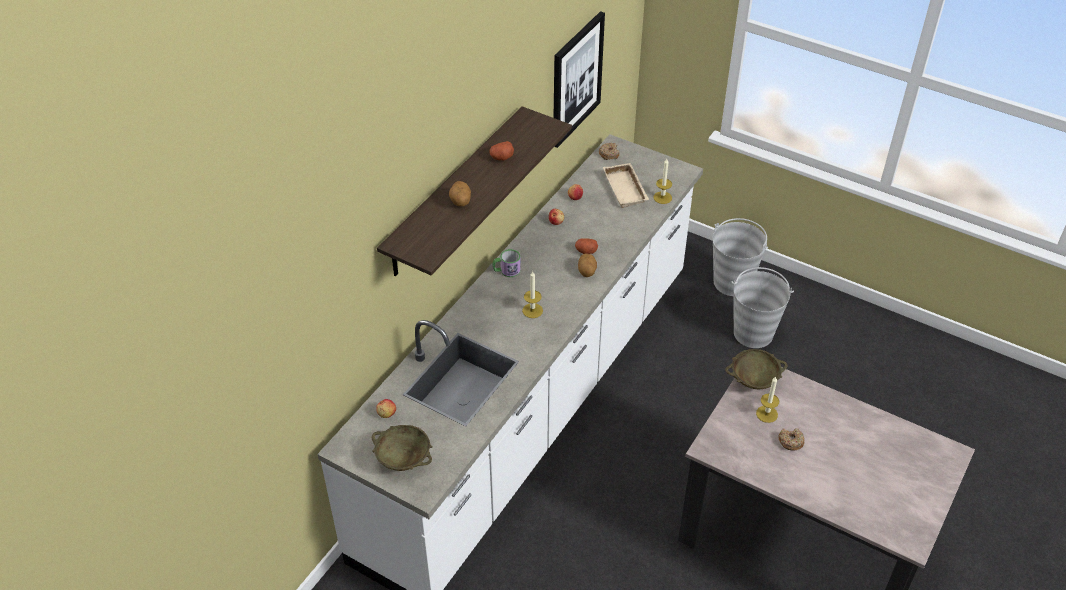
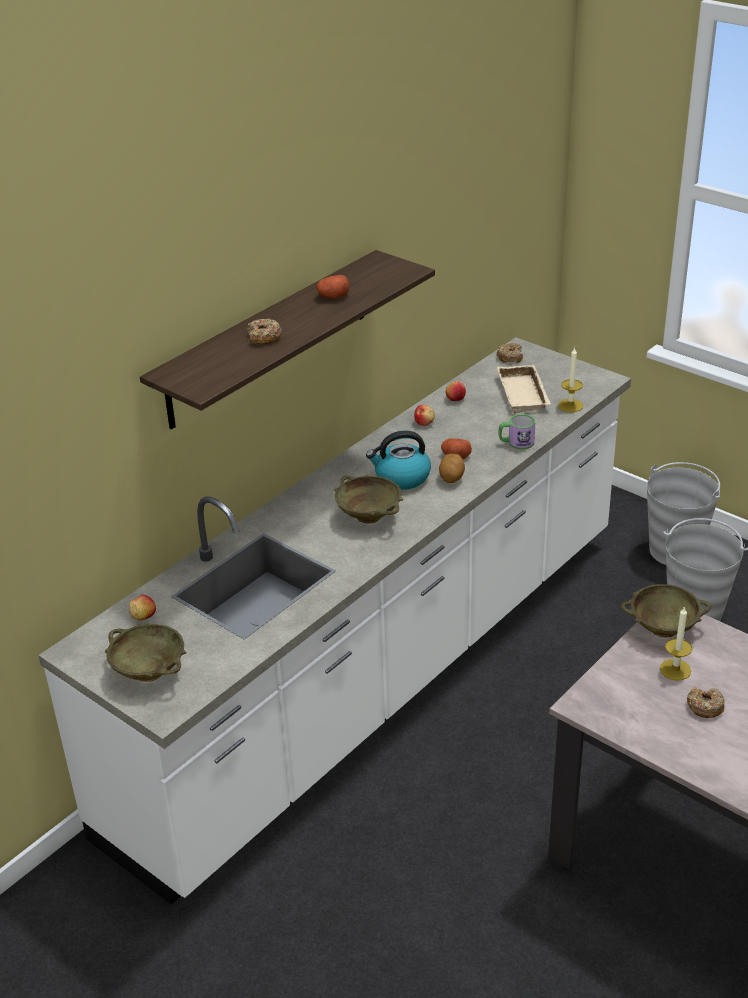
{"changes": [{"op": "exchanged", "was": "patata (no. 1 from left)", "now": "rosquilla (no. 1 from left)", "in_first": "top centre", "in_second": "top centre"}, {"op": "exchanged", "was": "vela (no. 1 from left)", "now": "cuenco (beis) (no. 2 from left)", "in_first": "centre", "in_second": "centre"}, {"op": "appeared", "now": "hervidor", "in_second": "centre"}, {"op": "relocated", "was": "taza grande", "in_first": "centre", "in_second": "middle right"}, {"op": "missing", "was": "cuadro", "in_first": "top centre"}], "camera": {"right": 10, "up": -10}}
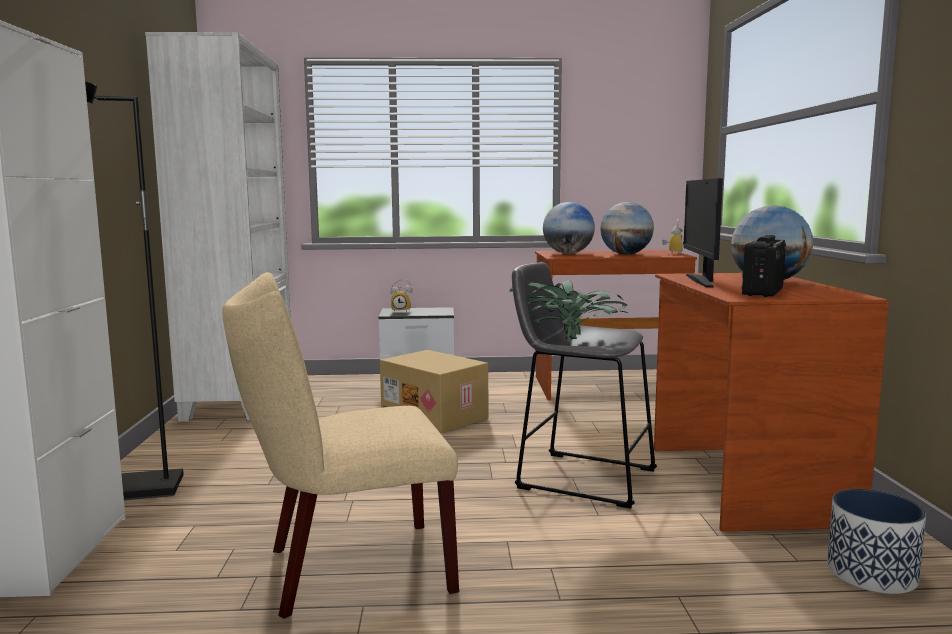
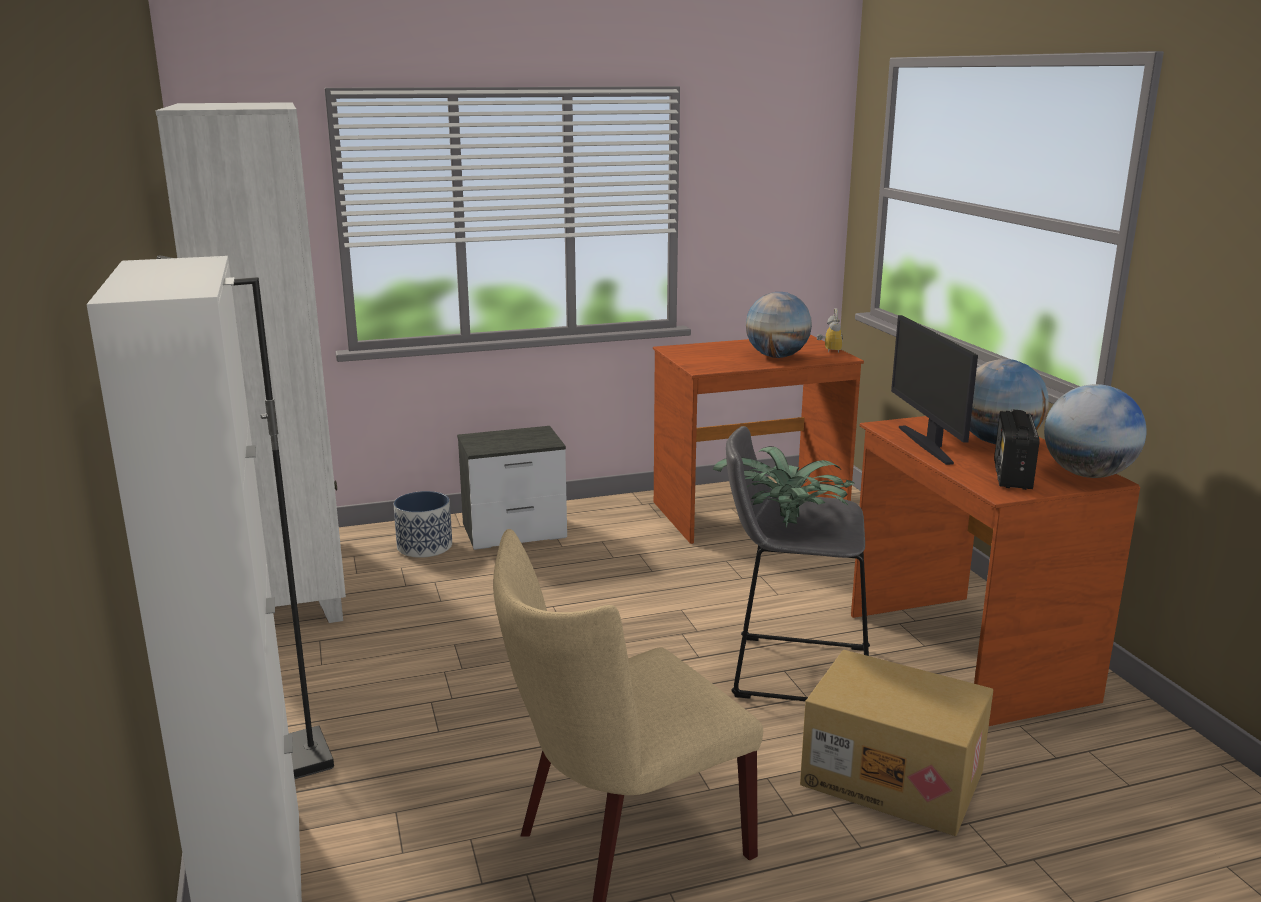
{"changes": [{"op": "relocated", "was": "maceta", "in_first": "bottom right", "in_second": "centre"}, {"op": "relocated", "was": "caja de cartón", "in_first": "centre", "in_second": "bottom right"}, {"op": "relocated", "was": "globo terráqueo (no. 1 from left in the first image)", "now": "globo terráqueo (no. 3 from left)", "in_first": "centre", "in_second": "middle right"}, {"op": "missing", "was": "despertador (no. 1 from left)", "in_first": "centre"}], "camera": {"right": -15, "up": 10}}
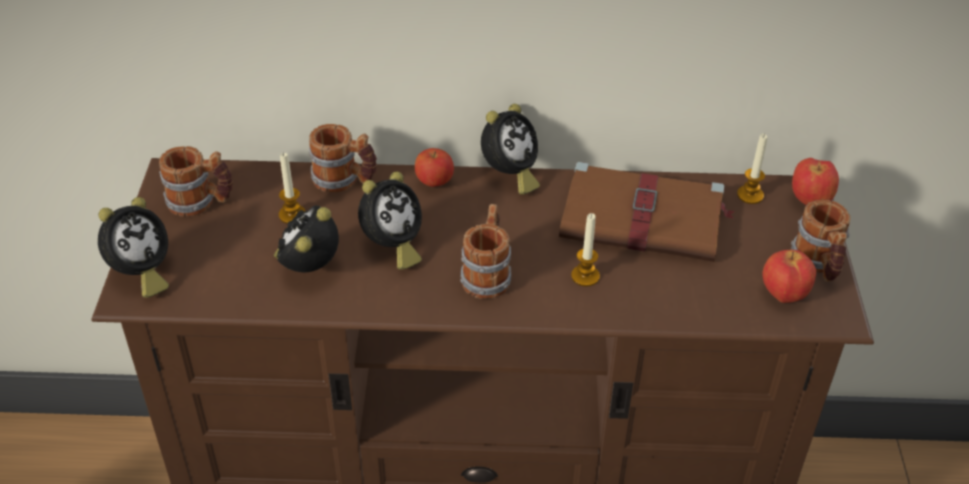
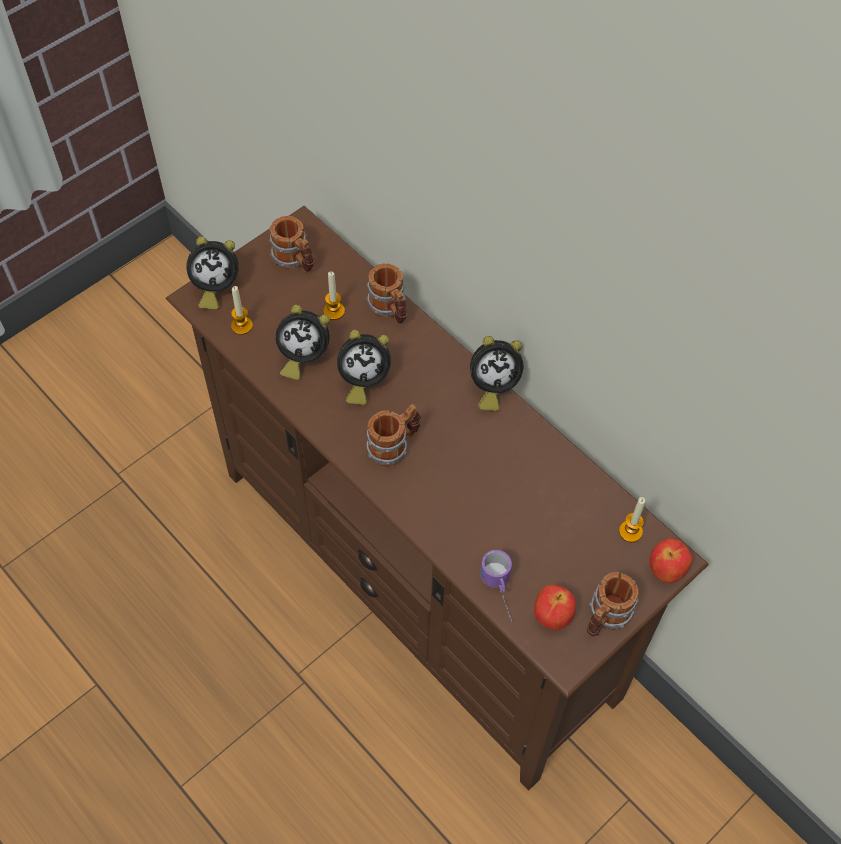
{"changes": [{"op": "relocated", "was": "vela (no. 2 from left in the first image)", "now": "vela (no. 1 from left)", "in_first": "centre", "in_second": "middle left"}, {"op": "spun", "was": "despertador (no. 2 from left)", "in_first": "middle left", "in_second": "centre", "clockwise": -150}, {"op": "appeared", "now": "taza grande (no. 4 from left)", "in_second": "bottom centre"}, {"op": "missing", "was": "manzana (no. 1 from left)", "in_first": "centre"}, {"op": "missing", "was": "libro (marrón)", "in_first": "middle right"}], "camera": {"right": 45, "up": 15}}
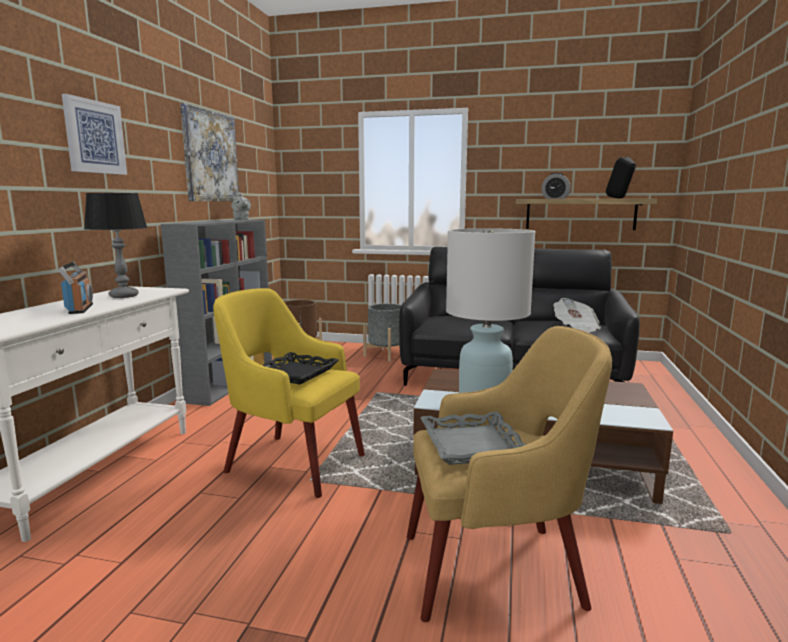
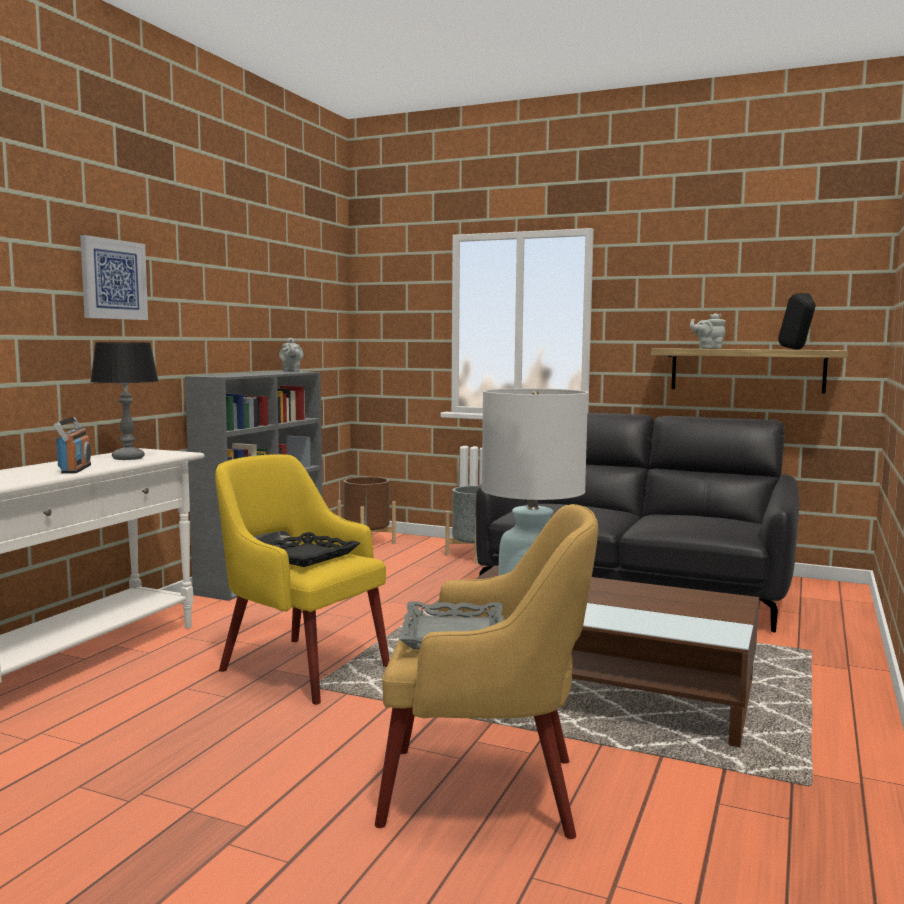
{"changes": [{"op": "exchanged", "was": "despertador", "now": "tetera (gris) (no. 2 from left)", "in_first": "top right", "in_second": "middle right"}, {"op": "missing", "was": "cuadro (no. 2 from left)", "in_first": "top left"}, {"op": "missing", "was": "periódico", "in_first": "middle right"}], "camera": {"right": 10, "up": -5}}
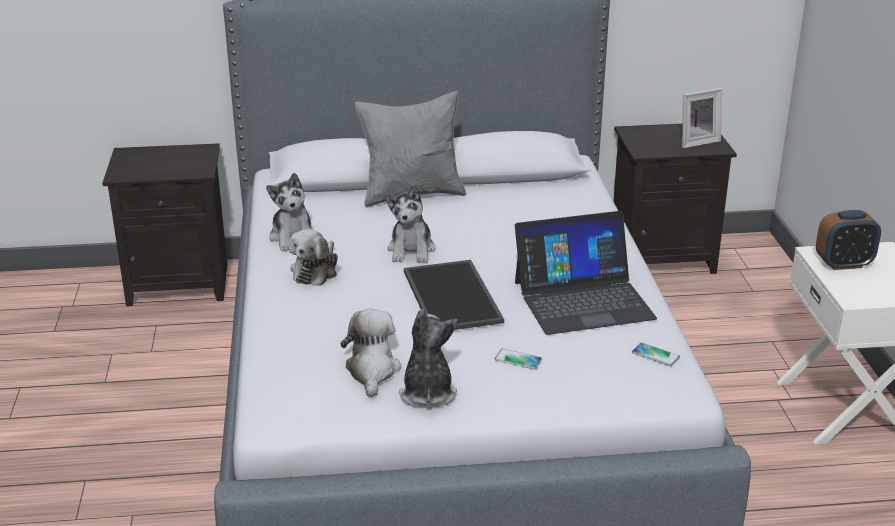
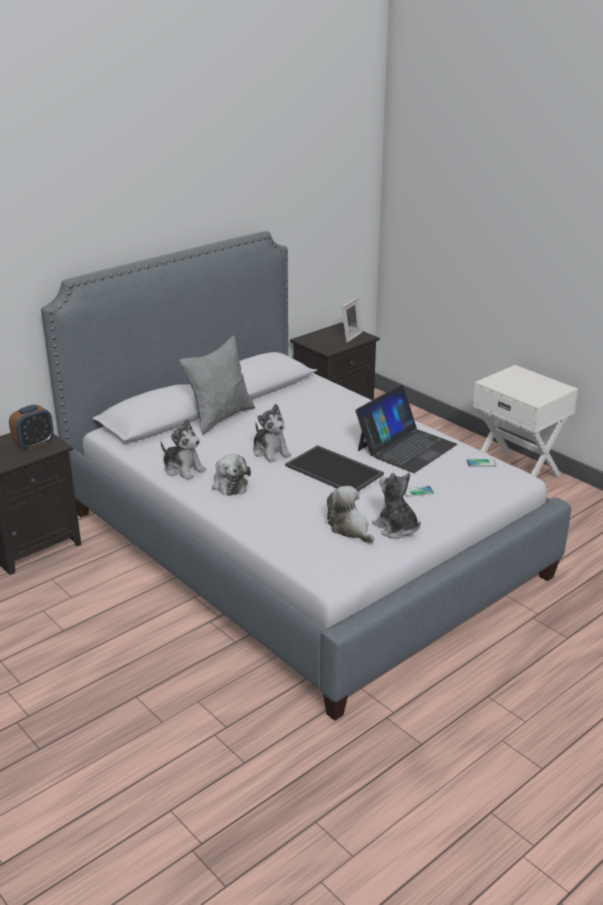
{"changes": [{"op": "relocated", "was": "despertador", "in_first": "middle right", "in_second": "middle left"}], "camera": {"right": -35, "up": 0}}
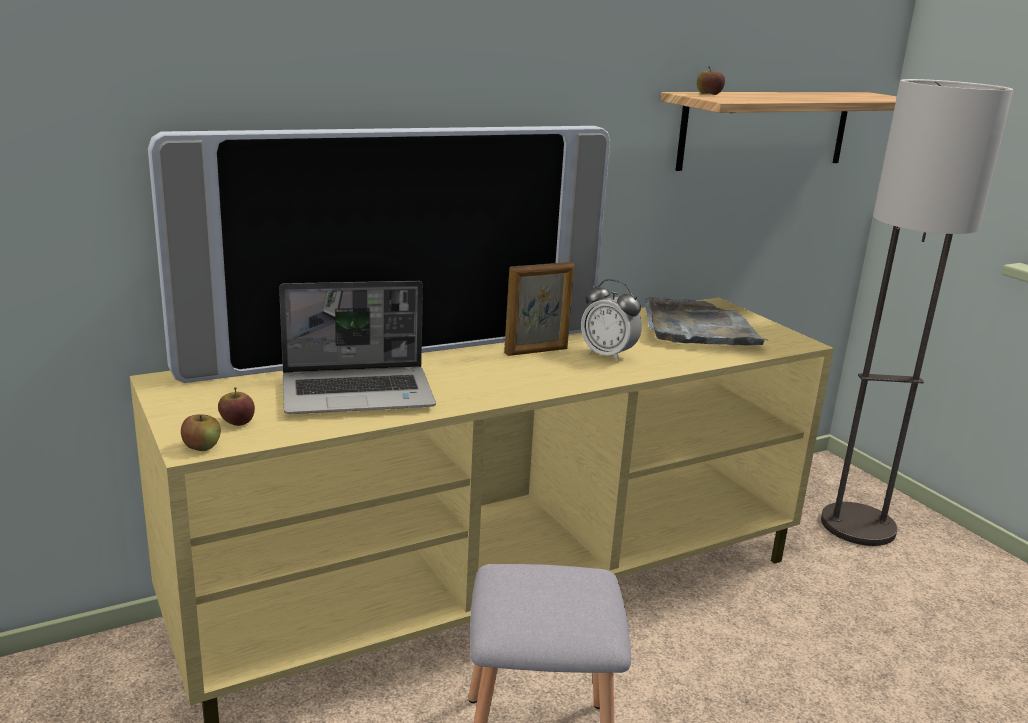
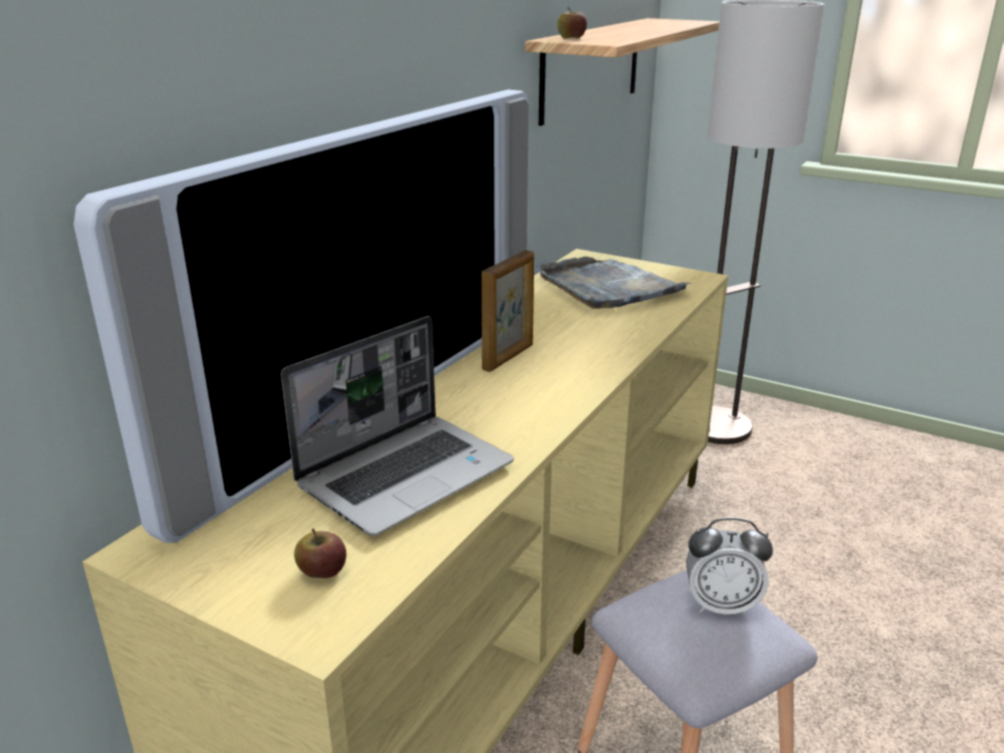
{"changes": [{"op": "relocated", "was": "despertador", "in_first": "centre", "in_second": "bottom right"}, {"op": "missing", "was": "manzana (no. 1 from left)", "in_first": "middle left"}], "camera": {"right": -30, "up": 5}}
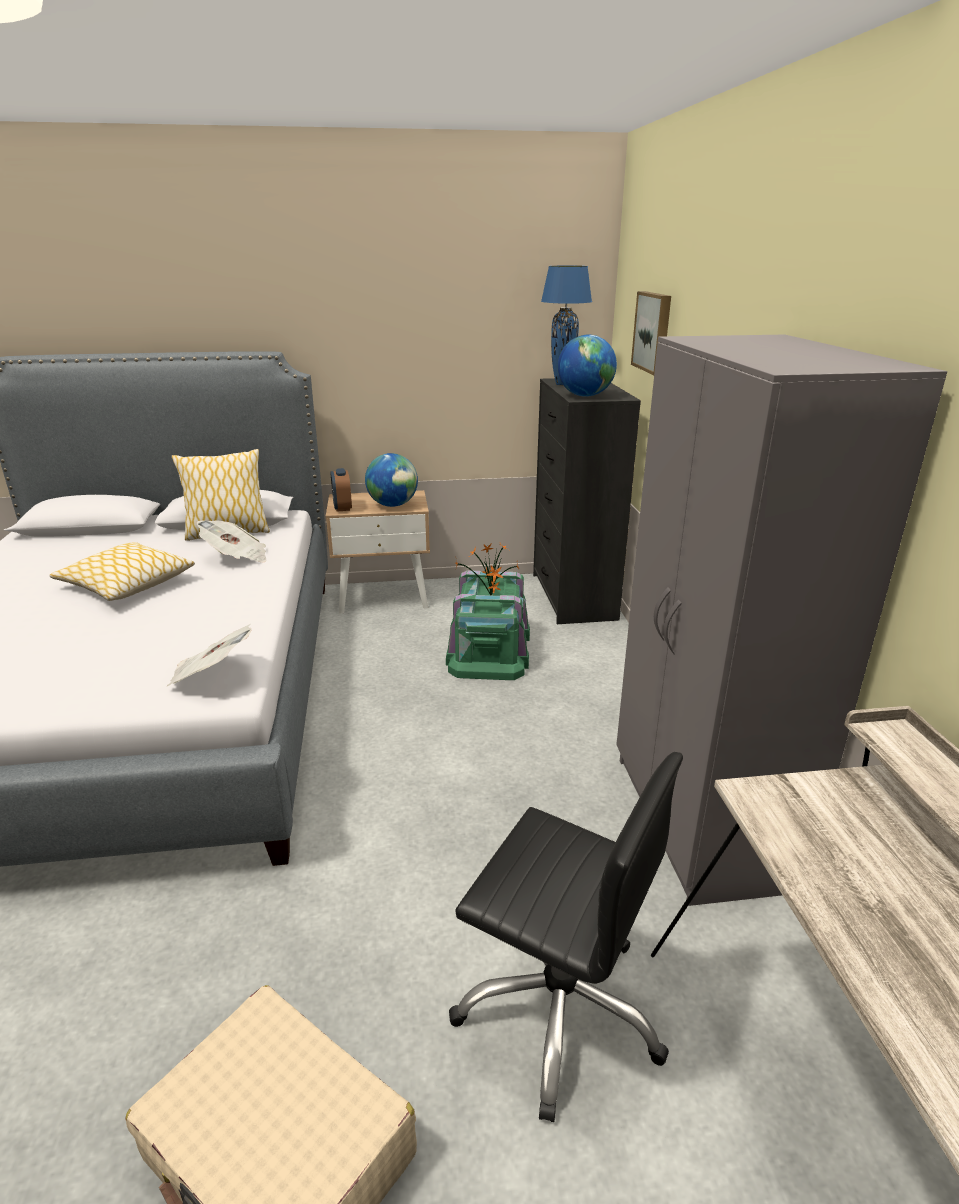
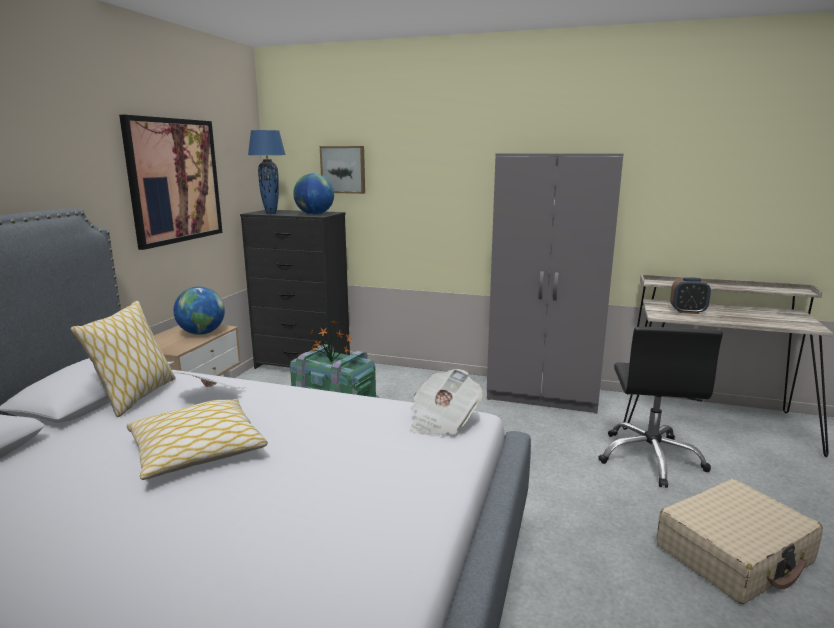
{"changes": [{"op": "appeared", "now": "cuadro (no. 1 from left)", "in_second": "top left"}, {"op": "spun", "was": "silla de oficina (negro)", "in_first": "bottom centre", "in_second": "middle right", "clockwise": 135}, {"op": "relocated", "was": "despertador", "in_first": "centre", "in_second": "middle right"}], "camera": {"right": -65, "up": -10}}
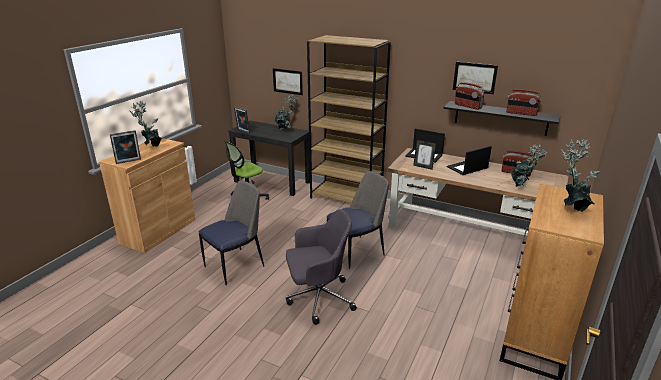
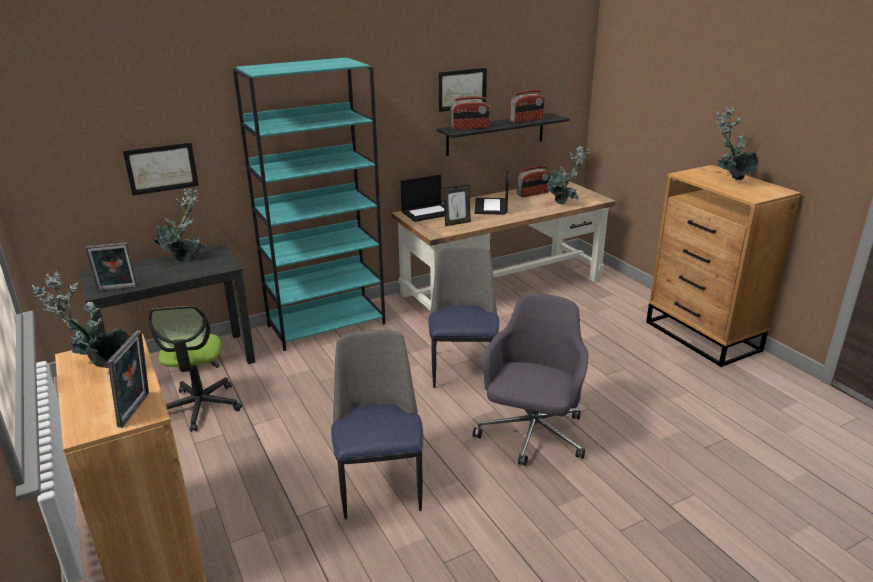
{"changes": [{"op": "colour", "was": "estantería (marrón)", "now": "estantería (turquesa)", "in_first": "top centre", "in_second": "centre"}], "camera": {"right": -55, "up": 0}}
